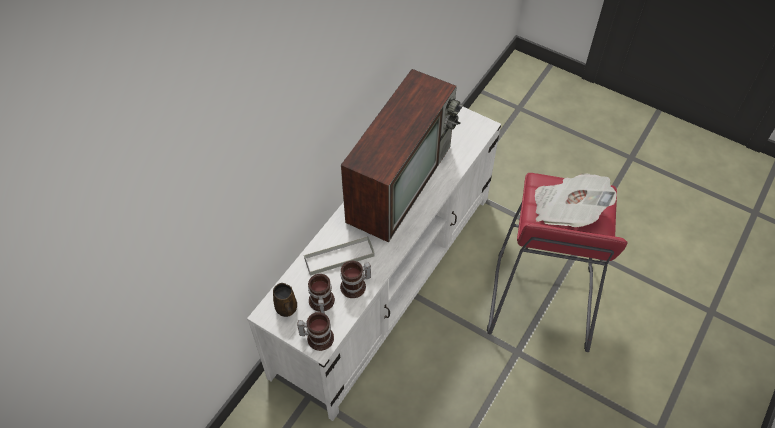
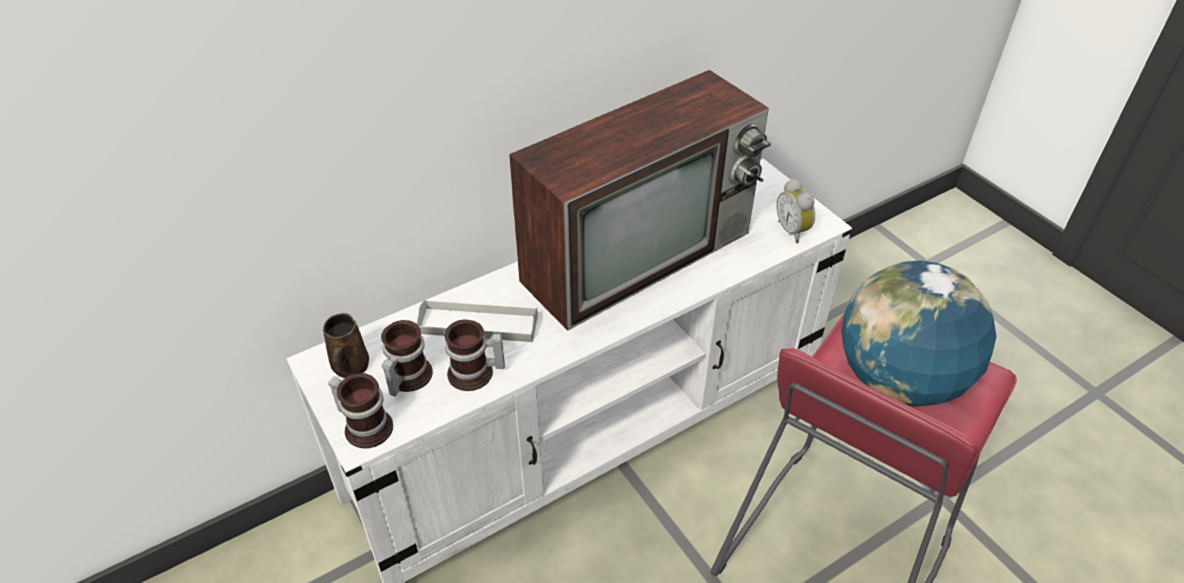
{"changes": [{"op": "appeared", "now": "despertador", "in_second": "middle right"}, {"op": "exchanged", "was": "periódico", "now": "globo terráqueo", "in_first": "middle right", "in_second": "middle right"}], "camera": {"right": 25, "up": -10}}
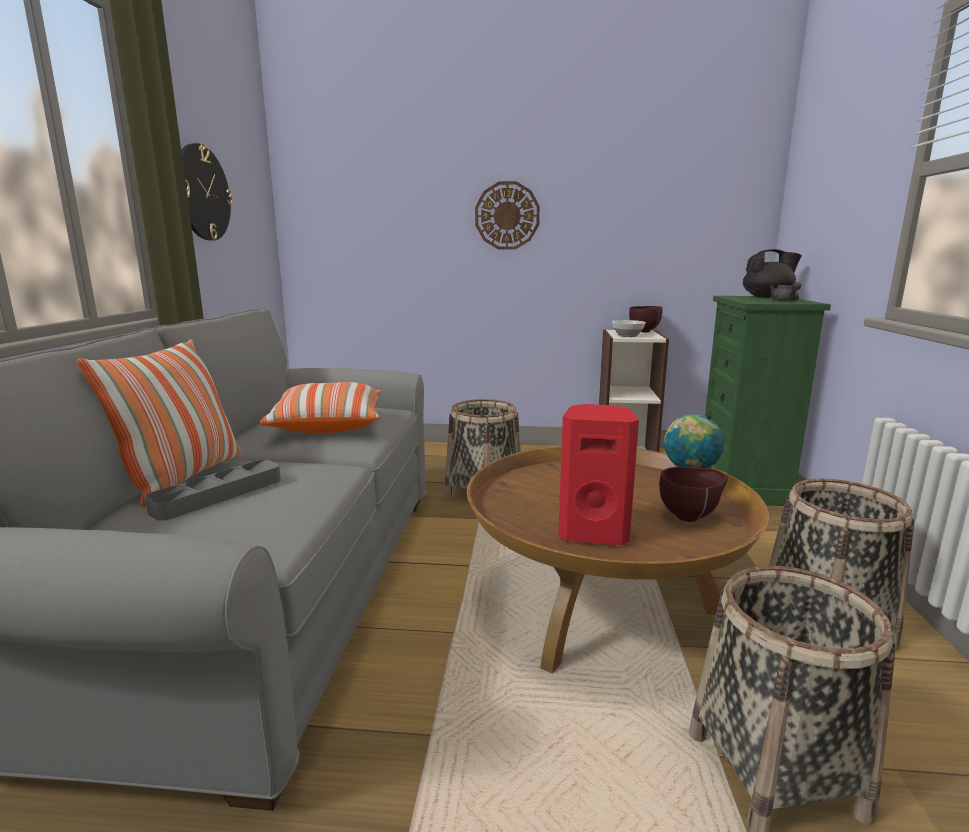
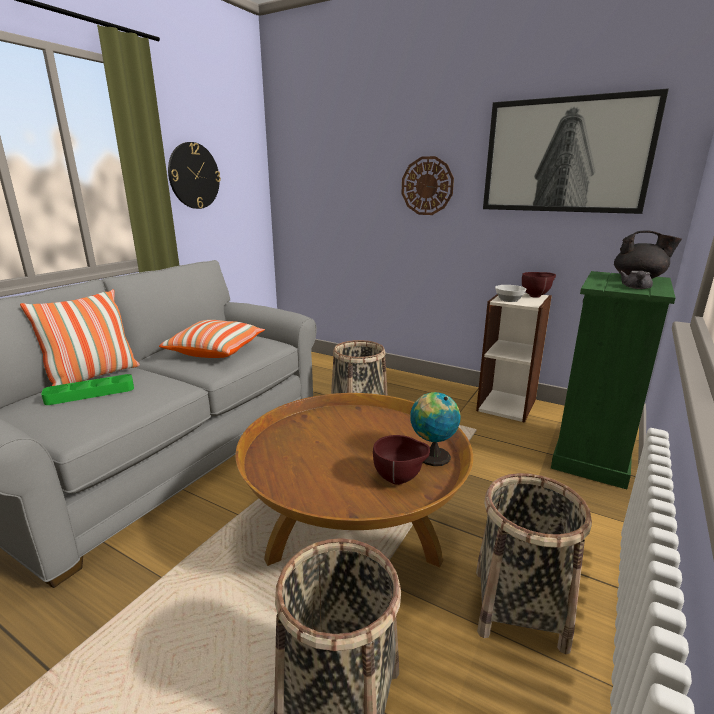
{"changes": [{"op": "colour", "was": "bandeja (gris)", "now": "bandeja (verde)", "in_first": "middle left", "in_second": "middle left"}, {"op": "appeared", "now": "cuadro", "in_second": "top right"}, {"op": "missing", "was": "altavoz (rojo)", "in_first": "centre"}], "camera": {"right": 25, "up": 5}}
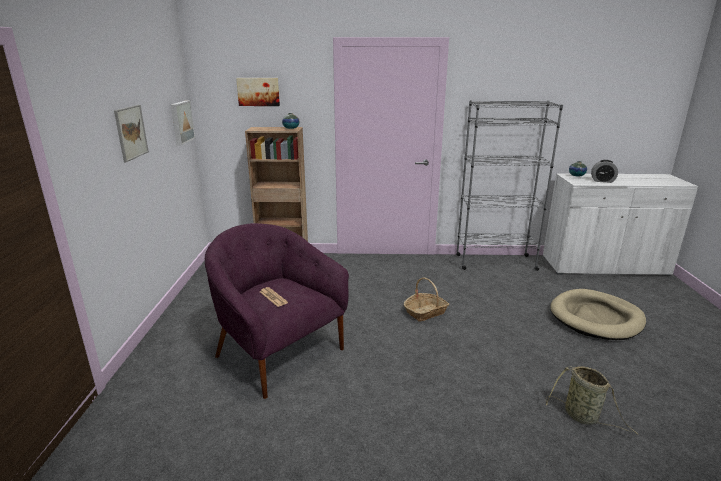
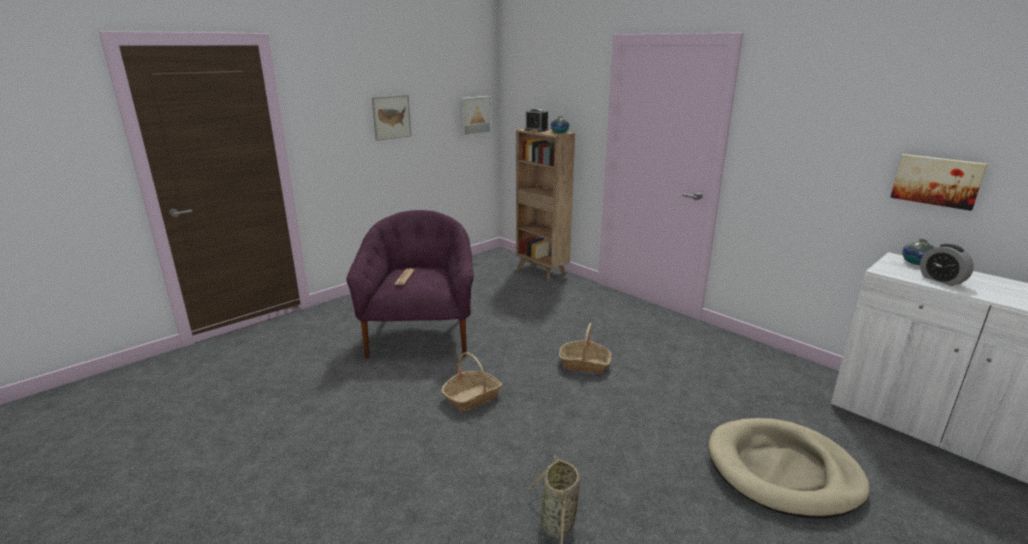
{"changes": [{"op": "appeared", "now": "cesta (no. 1 from left)", "in_second": "bottom centre"}, {"op": "appeared", "now": "despertador (no. 1 from left)", "in_second": "top centre"}, {"op": "relocated", "was": "cuadro (no. 3 from left)", "in_first": "top centre", "in_second": "middle right"}, {"op": "missing", "was": "estantería (gris)", "in_first": "middle right"}], "camera": {"right": 45, "up": 0}}
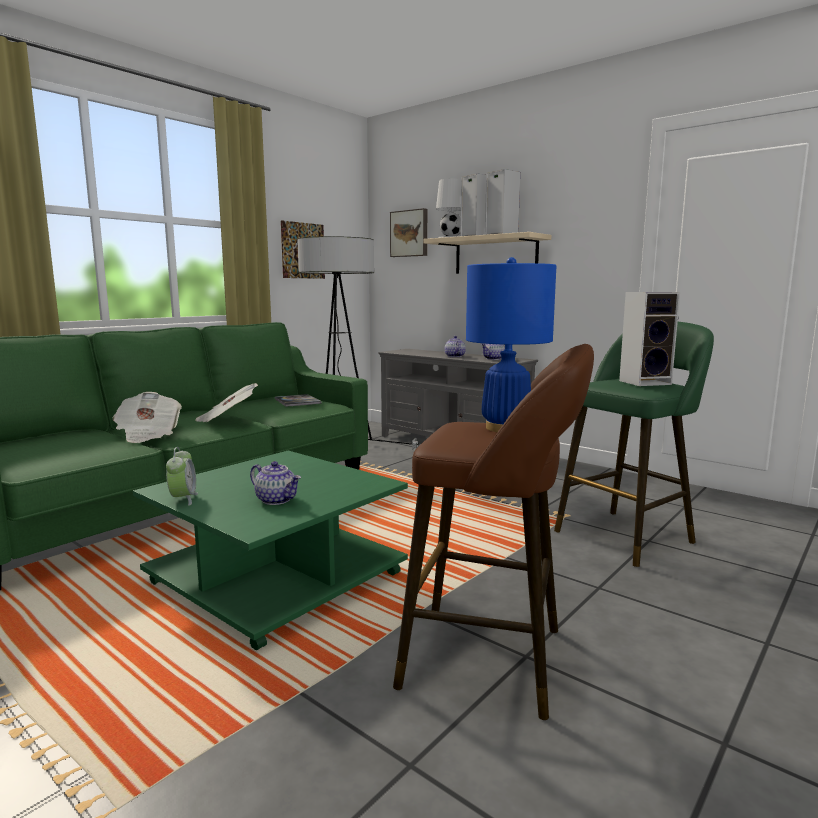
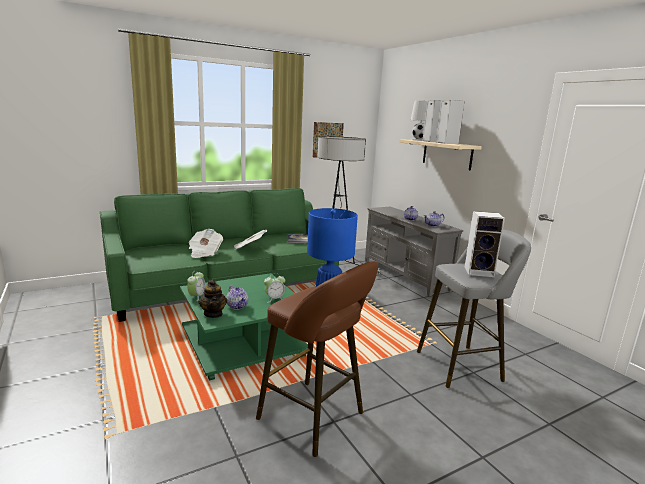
{"changes": [{"op": "appeared", "now": "tetera (no. 1 from left)", "in_second": "middle left"}, {"op": "appeared", "now": "despertador (no. 2 from left)", "in_second": "centre"}, {"op": "colour", "was": "taburete (verde)", "now": "taburete (gris)", "in_first": "middle right", "in_second": "middle right"}, {"op": "missing", "was": "cuadro (no. 2 from left)", "in_first": "top centre"}], "camera": {"right": 20, "up": 5}}
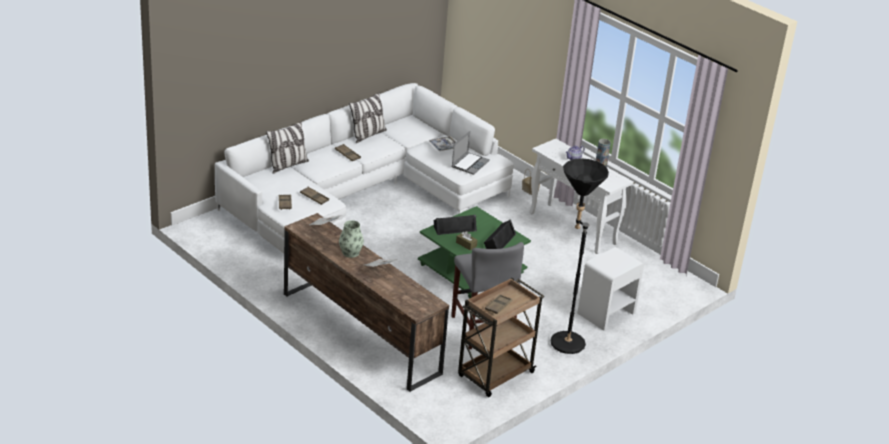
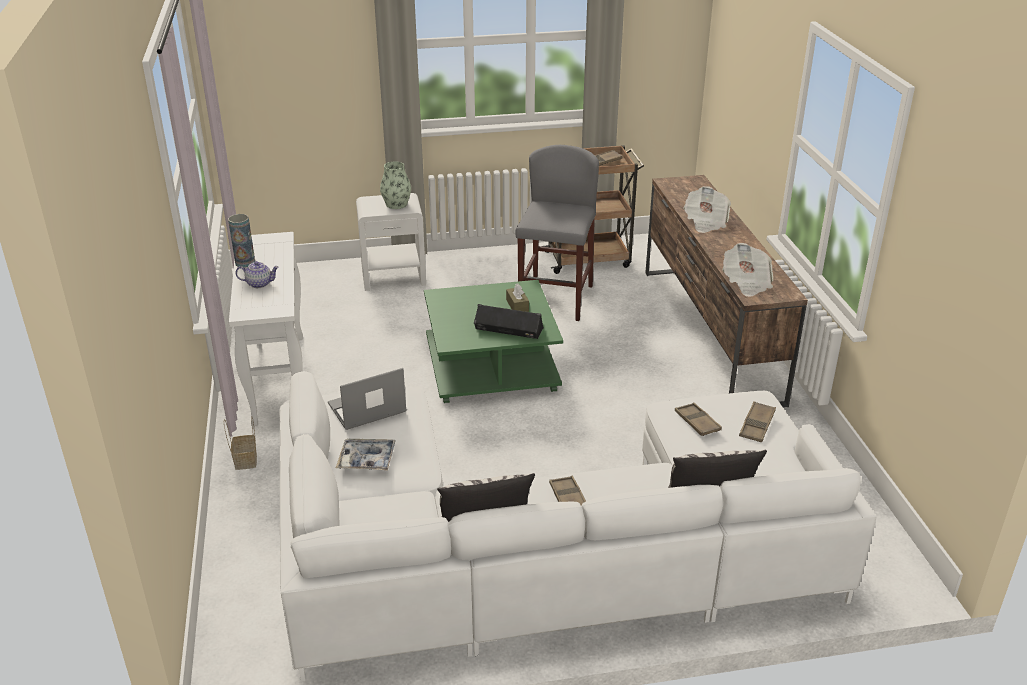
{"changes": [{"op": "relocated", "was": "florero (no. 1 from left in the first image)", "now": "florero (no. 2 from left)", "in_first": "centre", "in_second": "top centre"}, {"op": "missing", "was": "altavoz (negro) (no. 2 from left)", "in_first": "centre"}, {"op": "missing", "was": "lámpara de pie (negro)", "in_first": "centre"}], "camera": {"right": -145, "up": 0}}
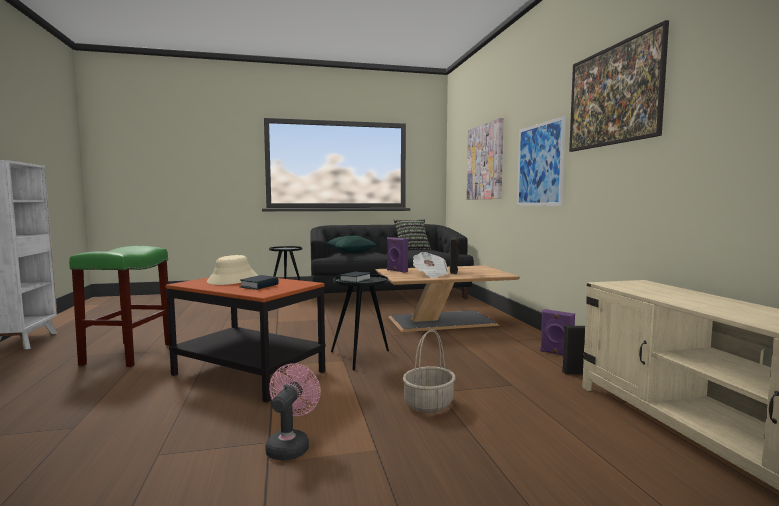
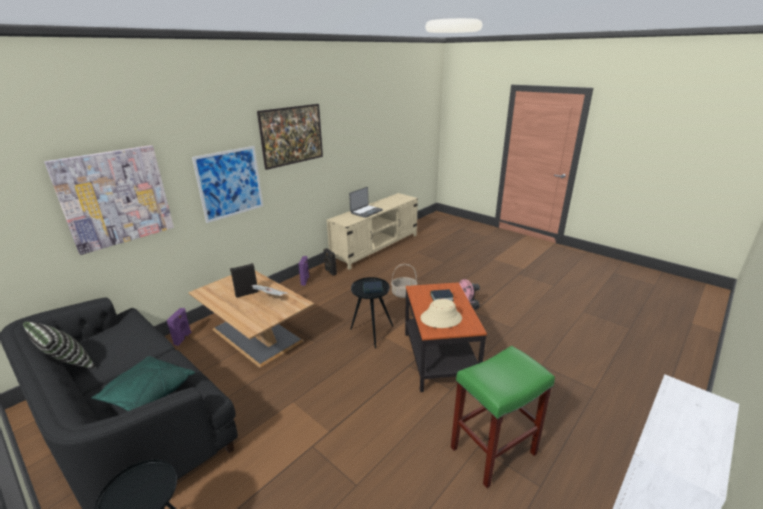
{"changes": [{"op": "relocated", "was": "altavoz (morado) (no. 1 from left)", "in_first": "centre", "in_second": "middle left"}, {"op": "appeared", "now": "portátil", "in_second": "centre"}], "camera": {"right": -125, "up": 20}}
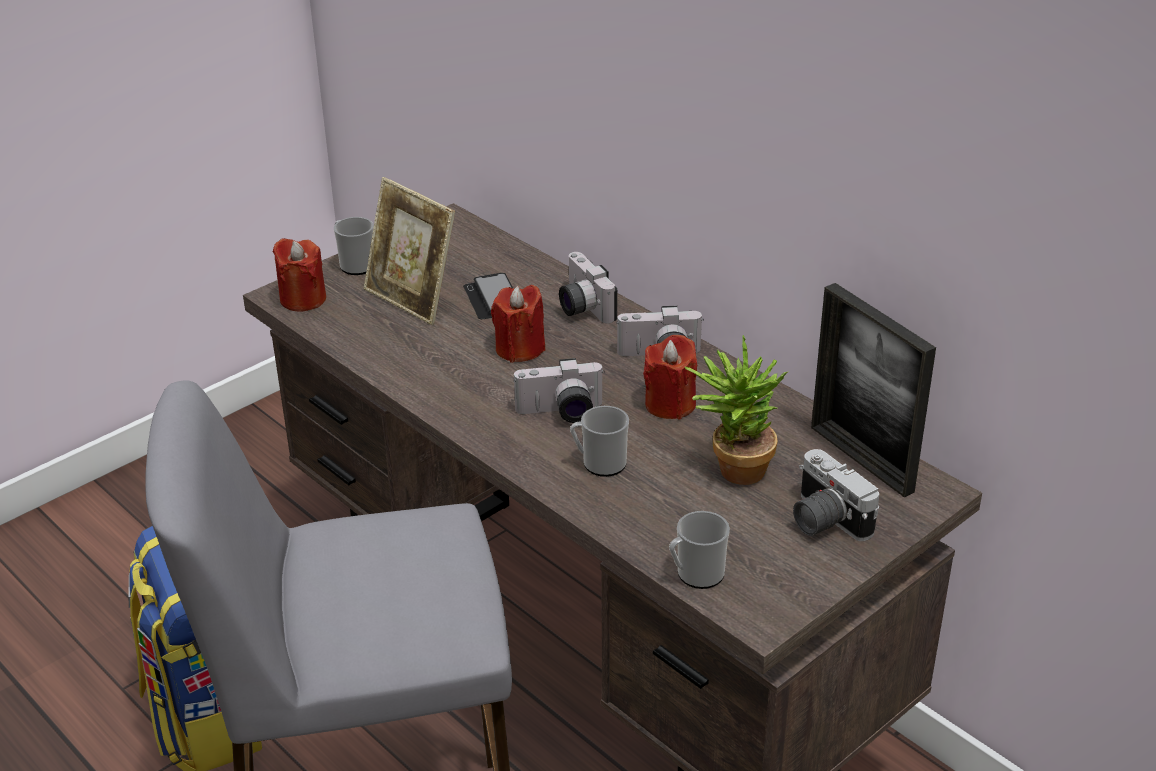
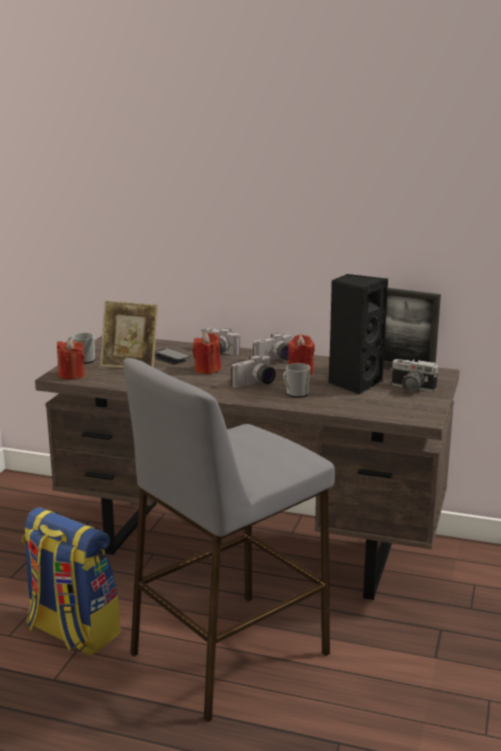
{"changes": [{"op": "exchanged", "was": "planta en maceta", "now": "altavoz (negro)", "in_first": "centre", "in_second": "middle right"}, {"op": "missing", "was": "taza grande (no. 3 from left)", "in_first": "bottom centre"}], "camera": {"right": -30, "up": -15}}
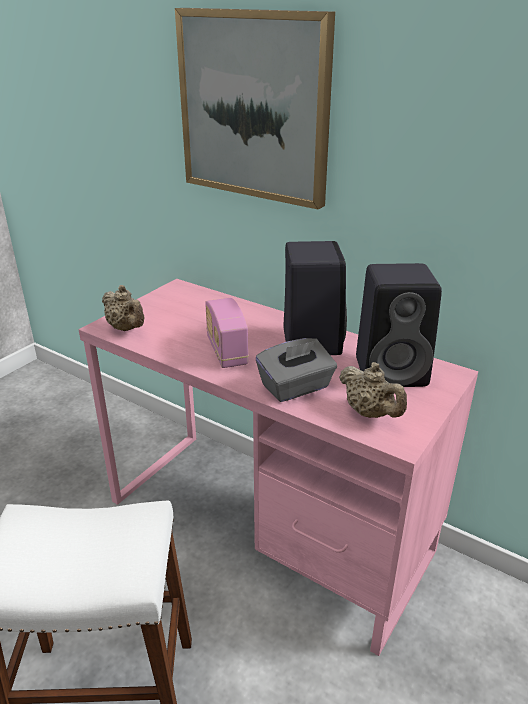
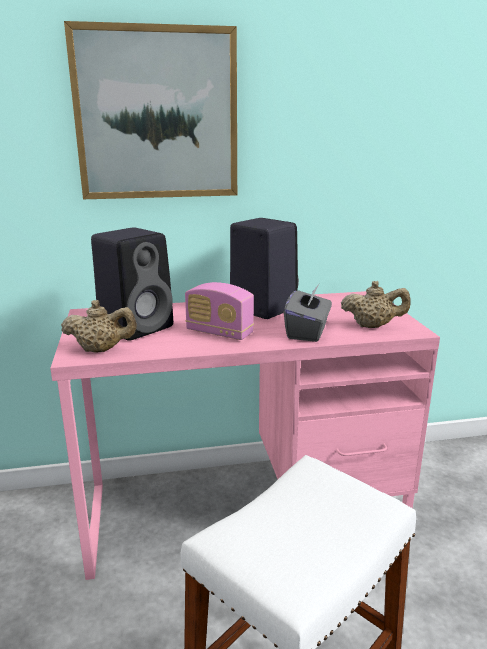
{"changes": [{"op": "relocated", "was": "altavoz (negro) (no. 2 from left in the first image)", "now": "altavoz (negro) (no. 1 from left)", "in_first": "middle right", "in_second": "middle left"}], "camera": {"right": -45, "up": -10}}
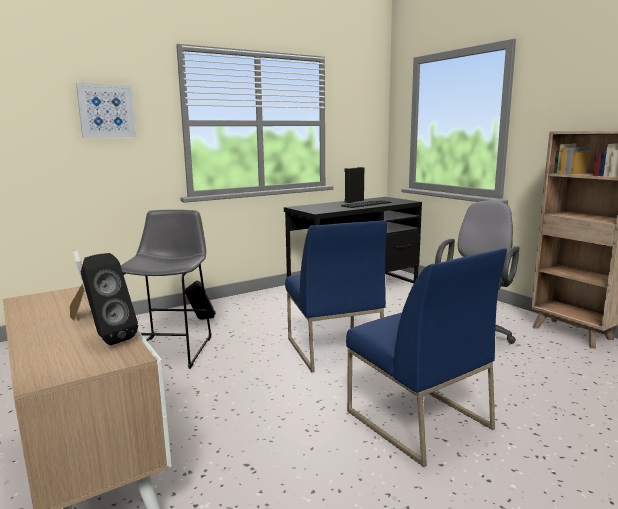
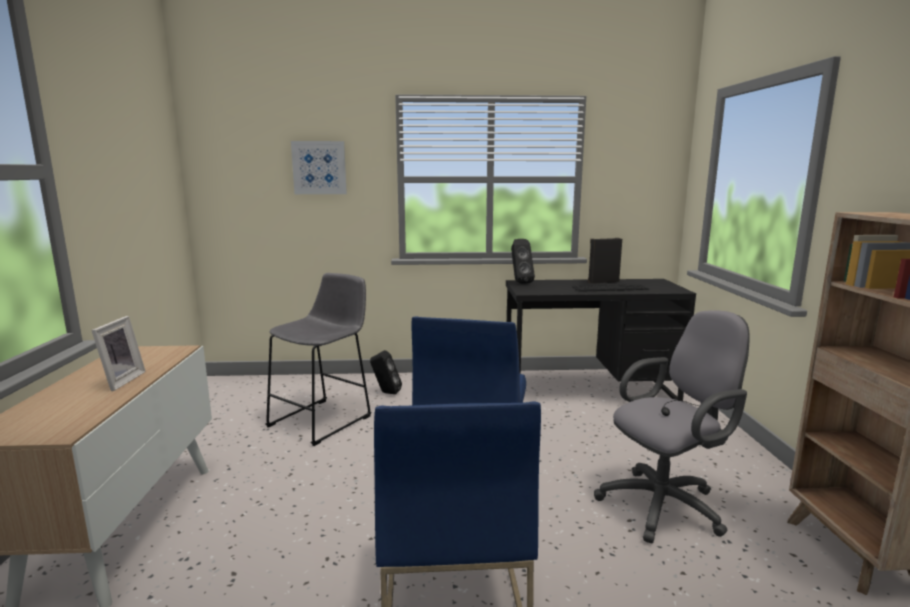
{"changes": [{"op": "relocated", "was": "altavoz (negro) (no. 1 from left in the first image)", "now": "altavoz (negro) (no. 2 from left)", "in_first": "middle left", "in_second": "centre"}], "camera": {"right": 30, "up": 0}}
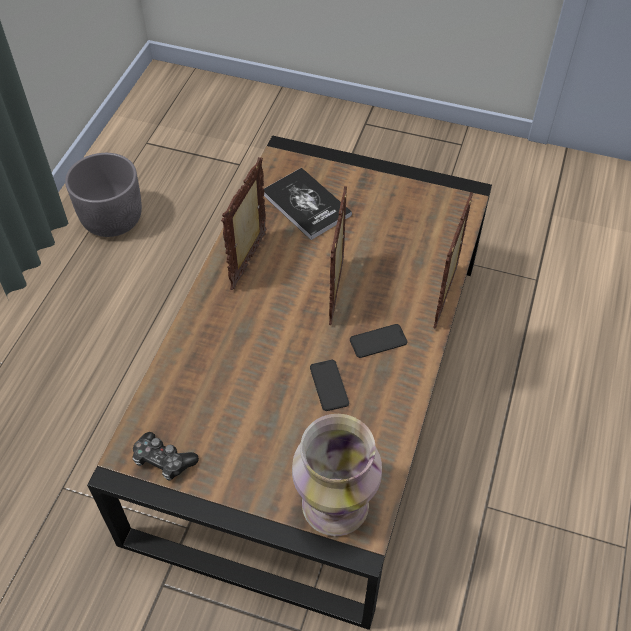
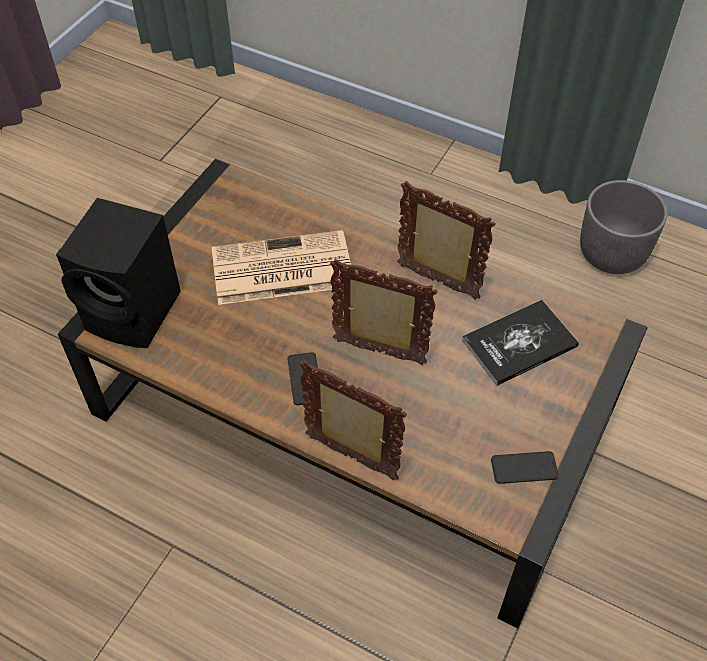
{"changes": [{"op": "exchanged", "was": "florero", "now": "altavoz (negro)", "in_first": "bottom centre", "in_second": "middle left"}, {"op": "appeared", "now": "periódico", "in_second": "centre"}, {"op": "relocated", "was": "móvil (no. 1 from left in the first image)", "now": "móvil (no. 2 from left)", "in_first": "centre", "in_second": "bottom right"}, {"op": "missing", "was": "mando de consola", "in_first": "bottom left"}], "camera": {"right": 100, "up": 0}}
